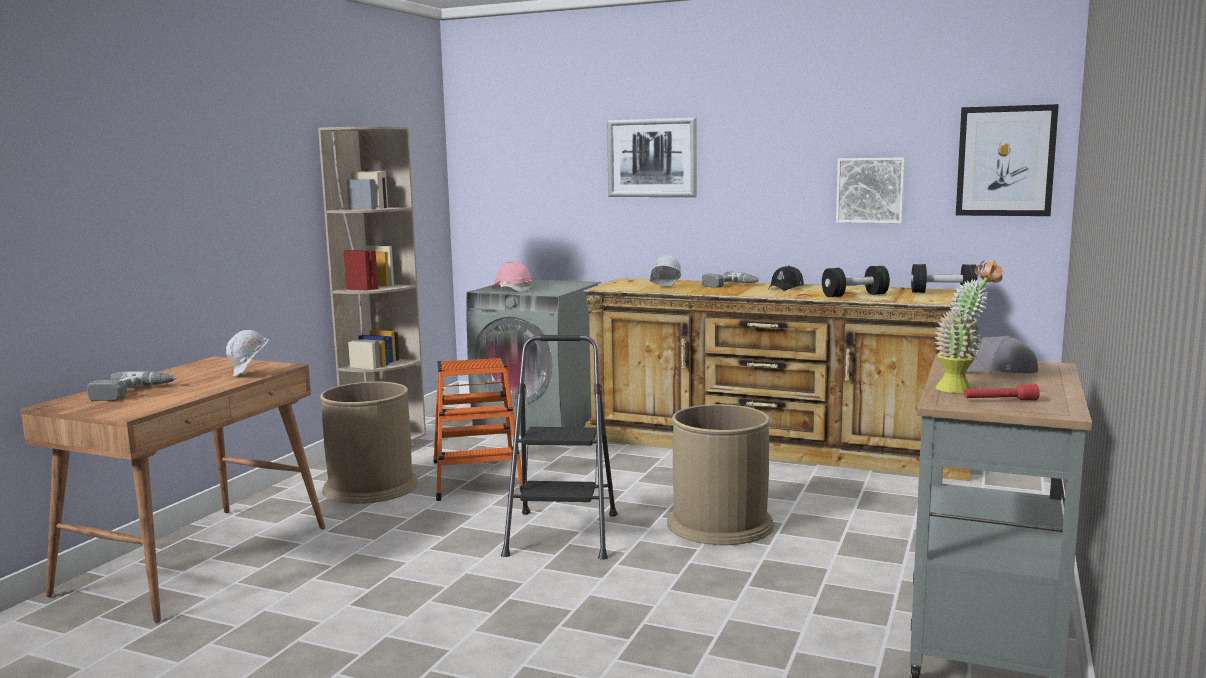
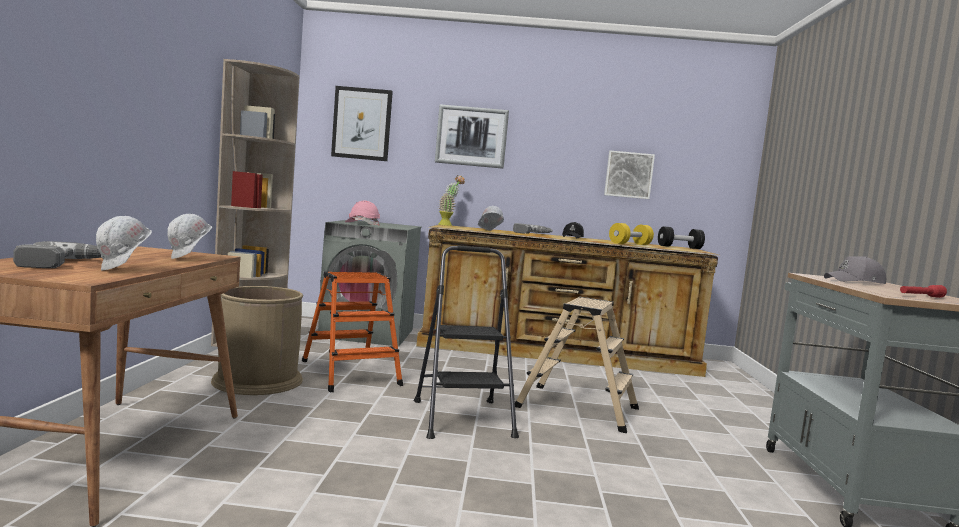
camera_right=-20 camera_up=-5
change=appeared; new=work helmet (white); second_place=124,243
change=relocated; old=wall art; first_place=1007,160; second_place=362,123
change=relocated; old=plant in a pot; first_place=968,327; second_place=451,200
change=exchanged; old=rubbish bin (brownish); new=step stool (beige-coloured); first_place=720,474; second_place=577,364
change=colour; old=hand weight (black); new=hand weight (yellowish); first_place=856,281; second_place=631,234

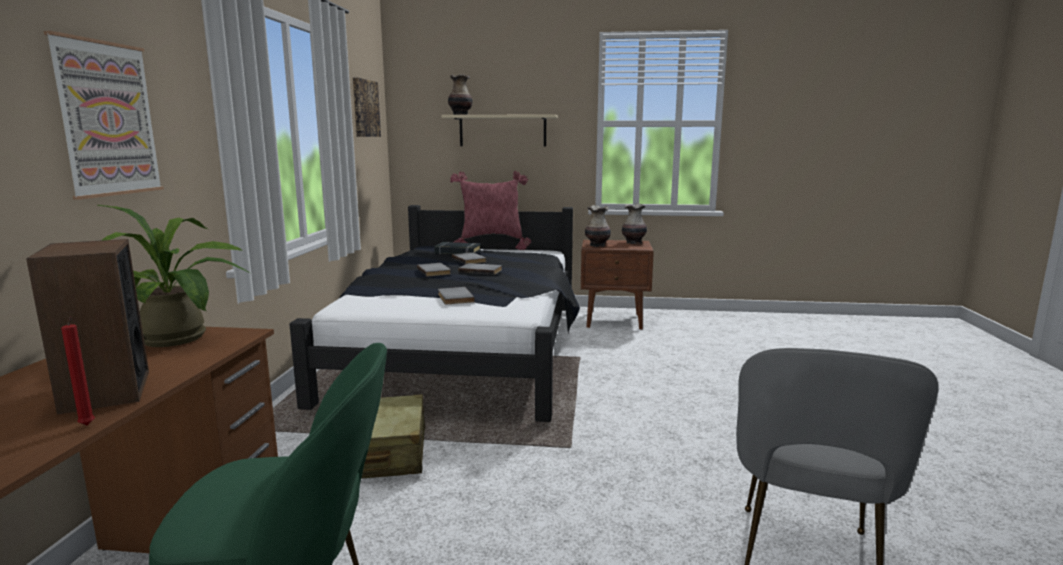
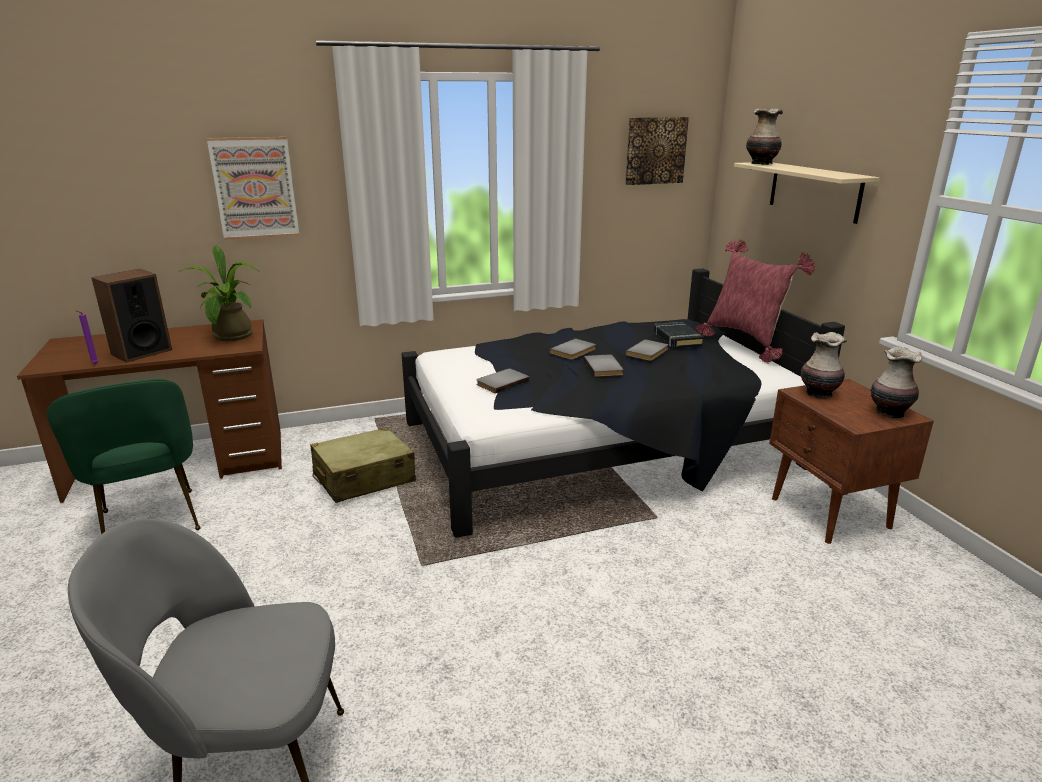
camera_right=65 camera_up=10
change=colour; old=candle (red-coloured); new=candle (purple-coloured); first_place=78,371; second_place=88,337

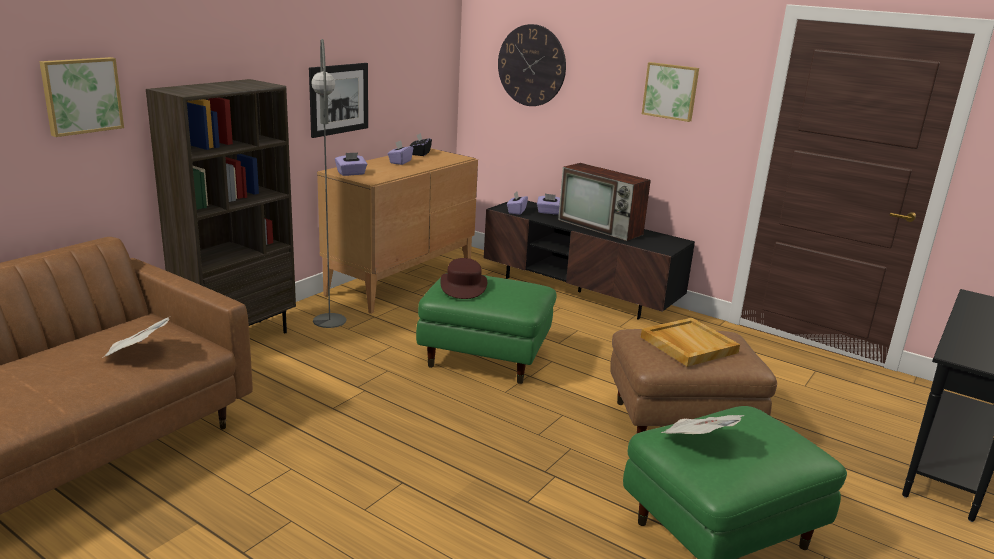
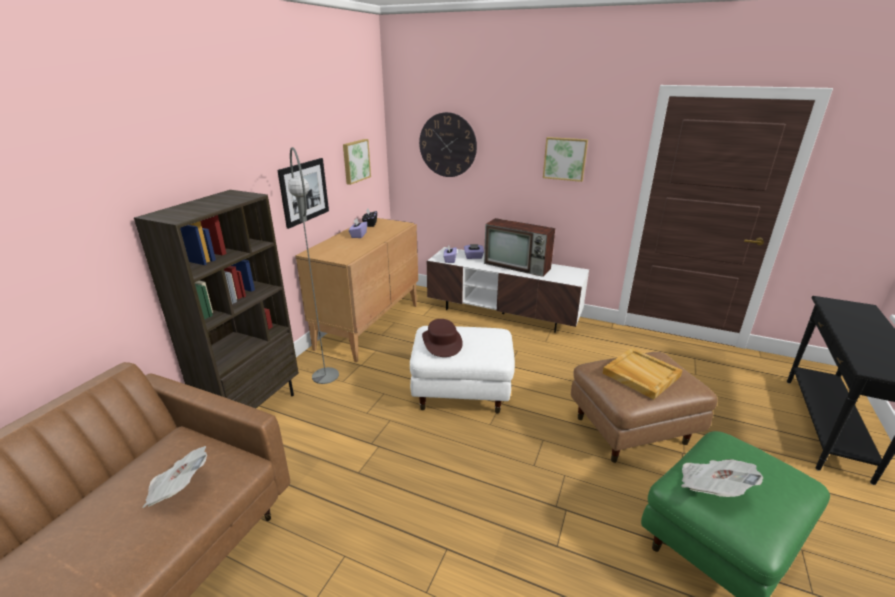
camera_right=-10 camera_up=5
change=relocated; old=wall art; first_place=81,97; second_place=357,162
change=colour; old=footrest (green); new=footrest (white); first_place=486,329; second_place=462,370
change=colour; old=tv unit (black); new=tv unit (white); first_place=589,260; second_place=508,290
change=missing; old=box of tissues (purple-coloured); first_place=351,164

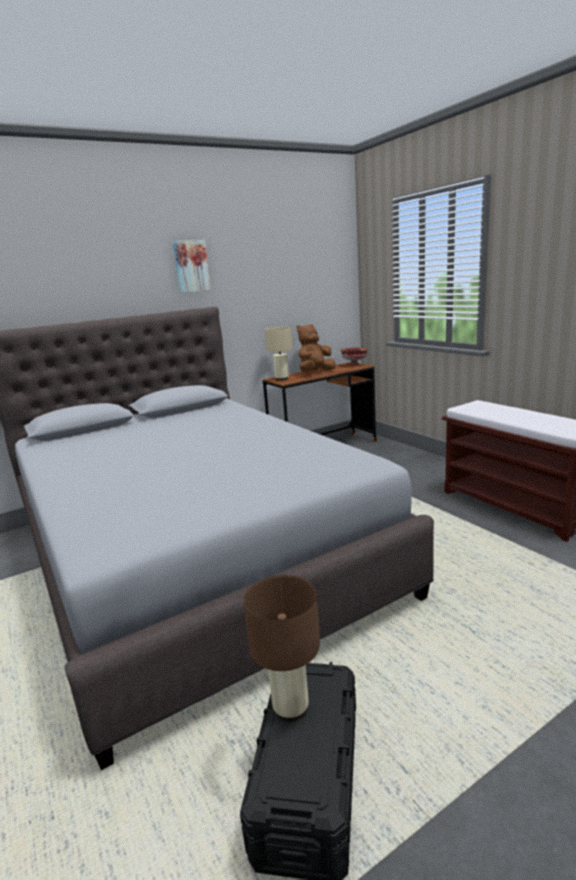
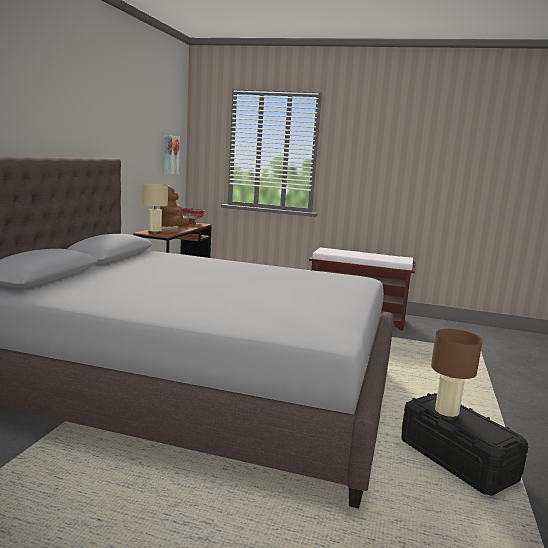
camera_right=-45 camera_up=-5
change=relocated; old=wall art; first_place=192,266; second_place=172,154

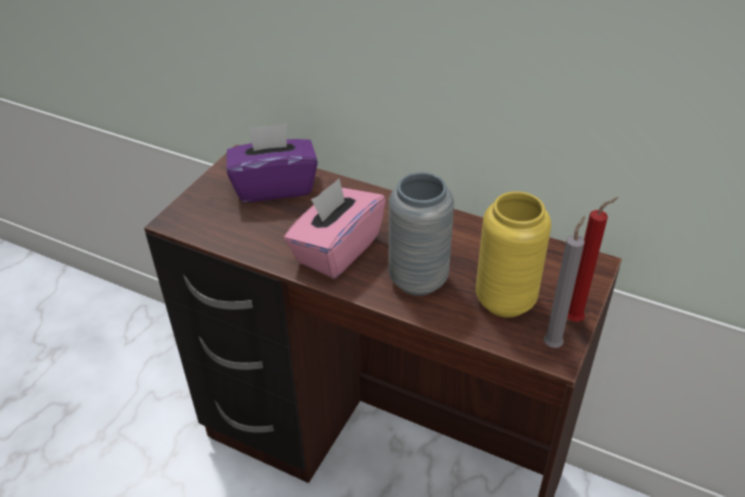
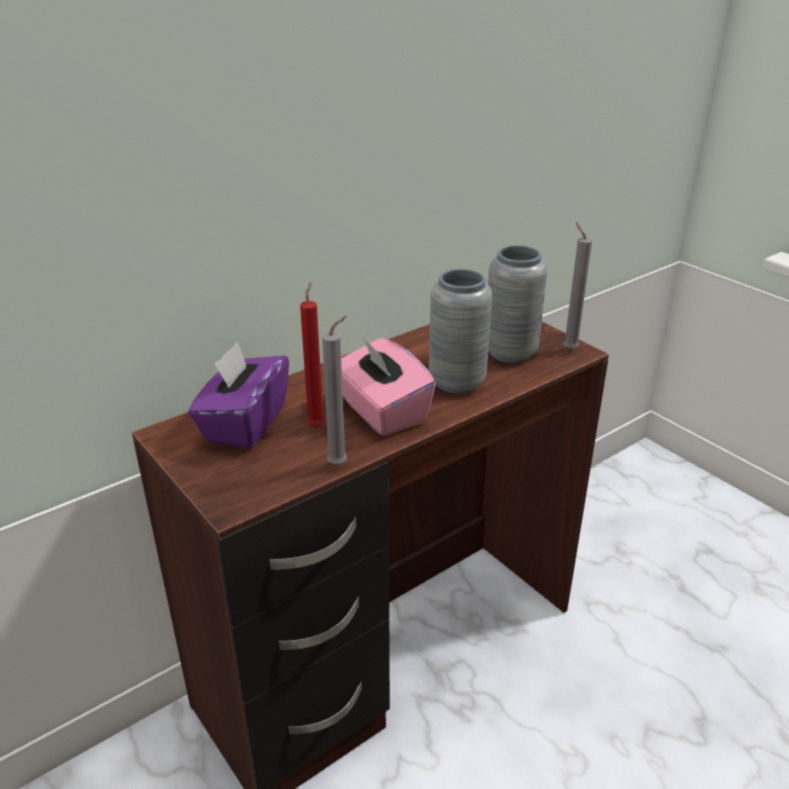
camera_right=-65 camera_up=-10
change=relocated; old=candle (red-coloured); first_place=592,259; second_place=312,354
change=appeared; new=candle (greyish); second_place=334,390
change=colour; old=flower vase (yellowish); new=flower vase (greyish); first_place=513,254; second_place=517,304

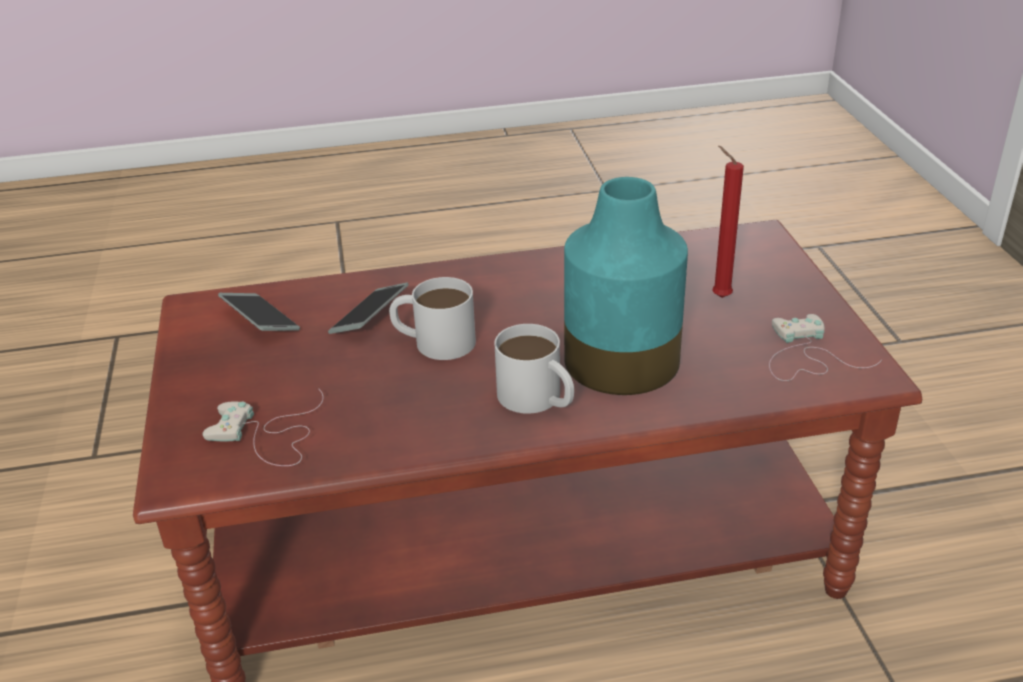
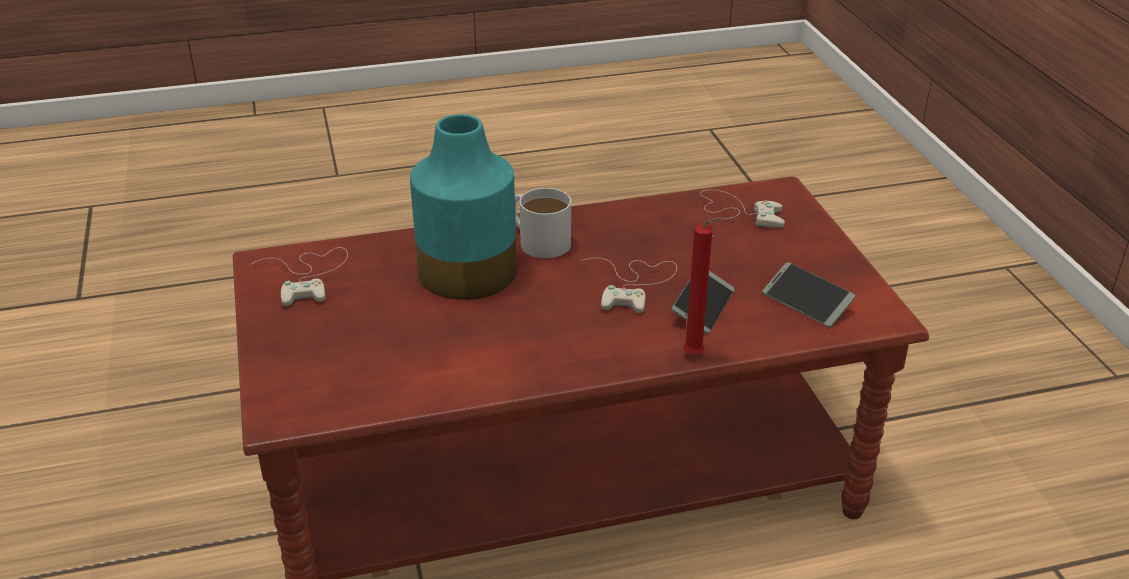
camera_right=175 camera_up=0
change=exchanged; old=mug (white); new=game controller (white); first_place=432,318; second_place=629,285
change=relocated; old=candle (red-coloured); first_place=728,222; second_place=703,286

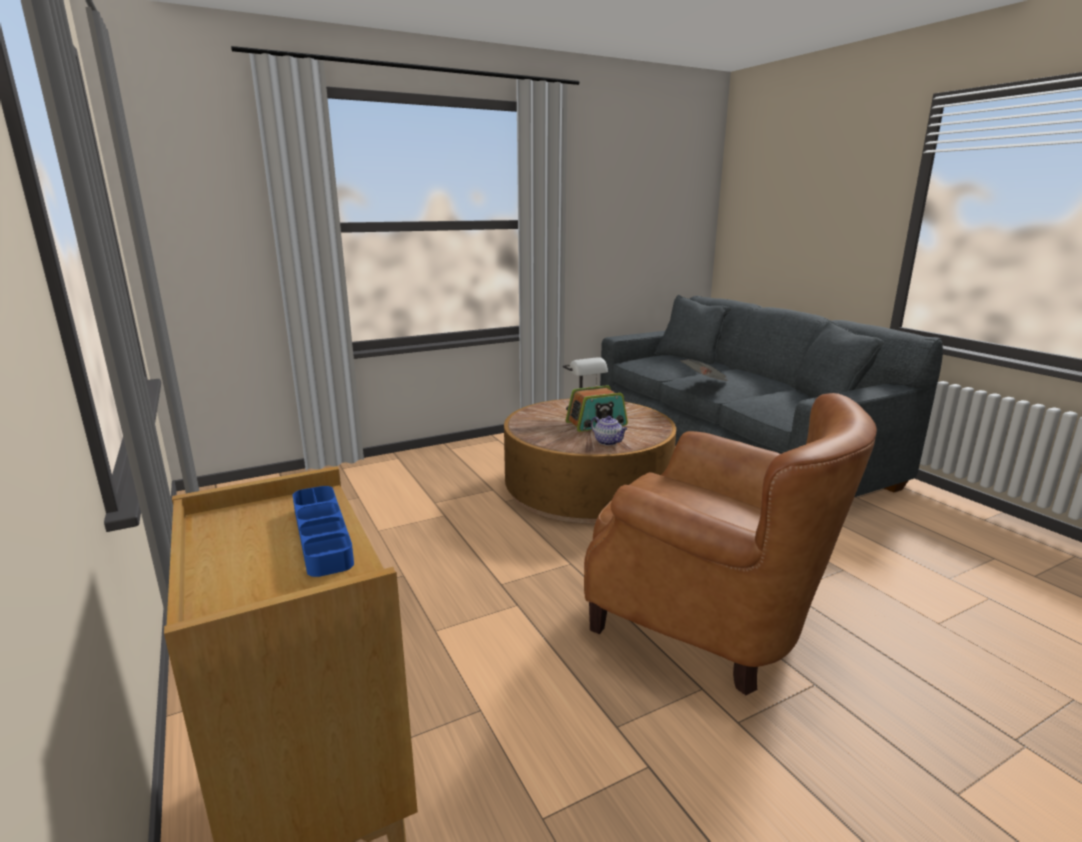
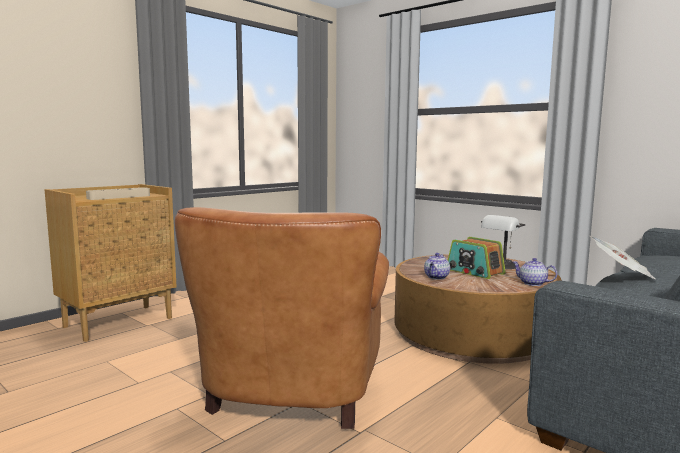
camera_right=70 camera_up=-10
change=colour; old=serving tray (bluish); new=serving tray (beige-coloured); first_place=323,531; second_place=118,193
change=appeared; new=tea pot; second_place=535,272

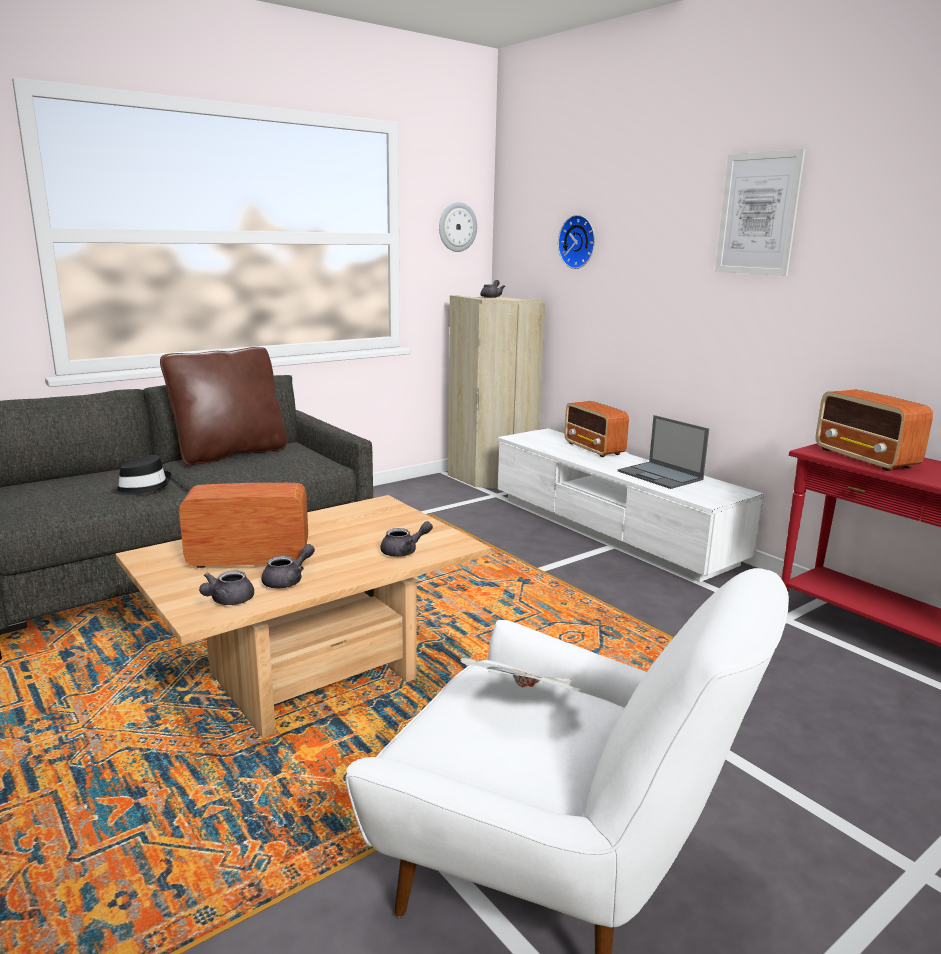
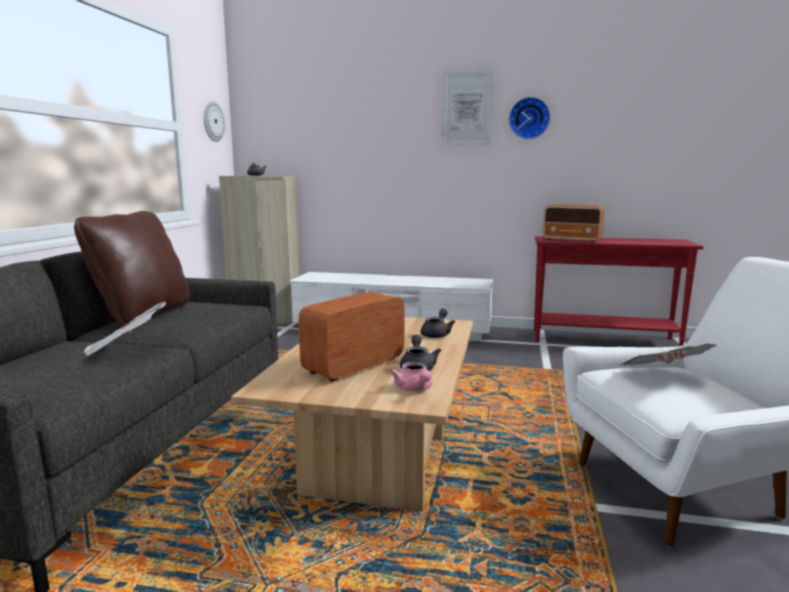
camera_right=-40 camera_up=-5
change=exchanged; old=hat (black); new=daily paper; first_place=141,475; second_place=125,329
change=colour; old=tea pot (greyish); new=tea pot (pinkish); first_place=226,588; second_place=411,376
change=relocated; old=hanging clock; first_place=576,242; second_place=530,118
change=missing; old=radio set; first_place=597,429
change=missing; old=portable computer; first_place=663,452

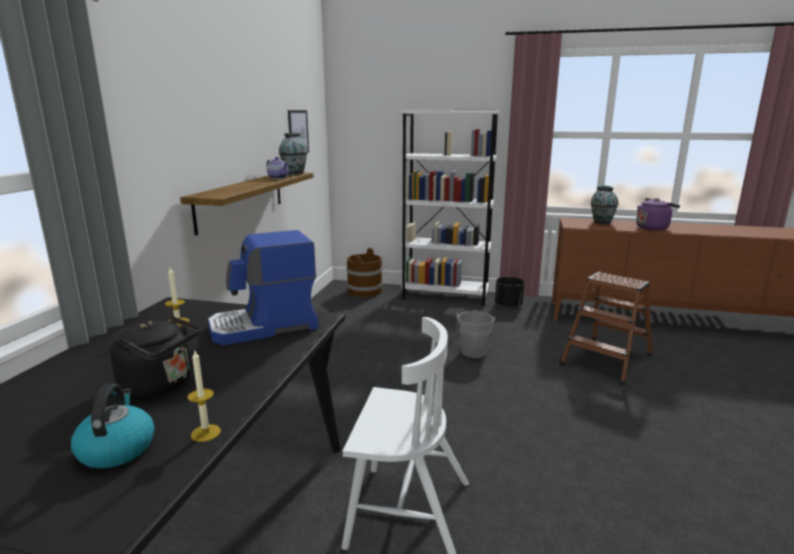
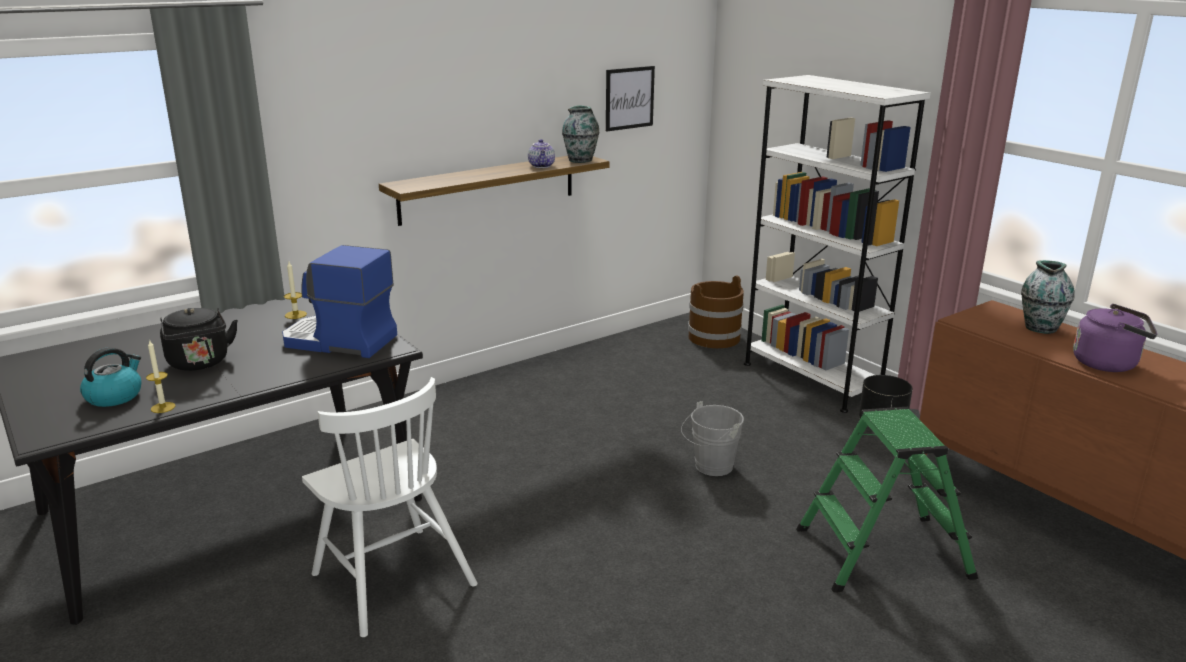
camera_right=40 camera_up=5
change=colour; old=step stool (brownish); new=step stool (green); first_place=606,329; second_place=887,500

